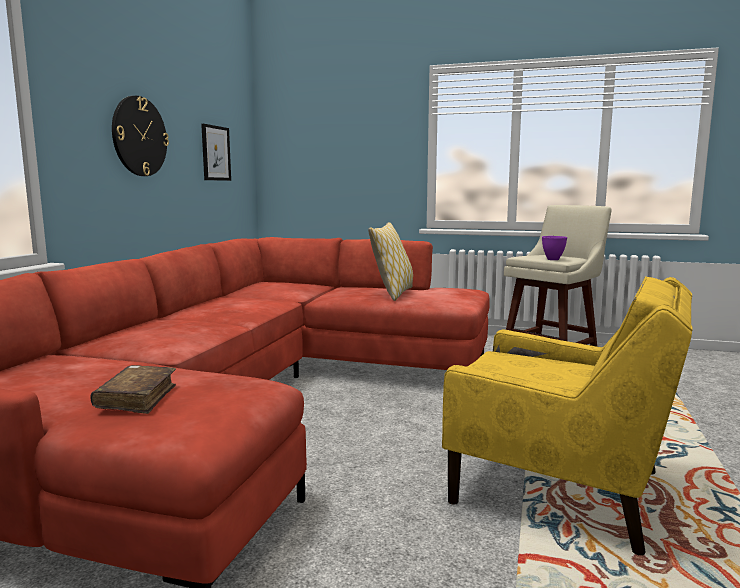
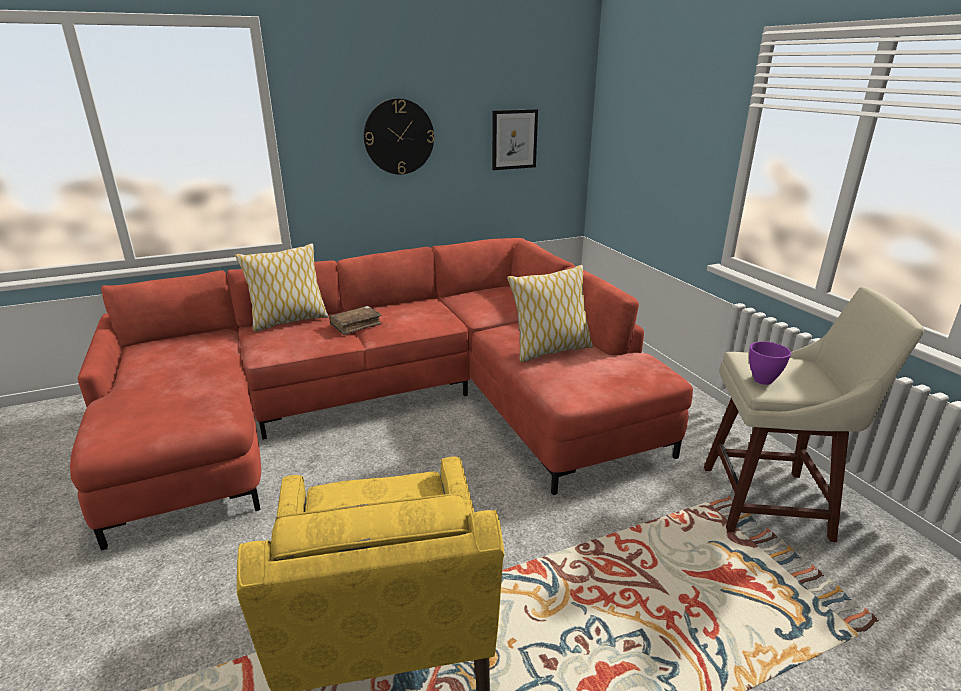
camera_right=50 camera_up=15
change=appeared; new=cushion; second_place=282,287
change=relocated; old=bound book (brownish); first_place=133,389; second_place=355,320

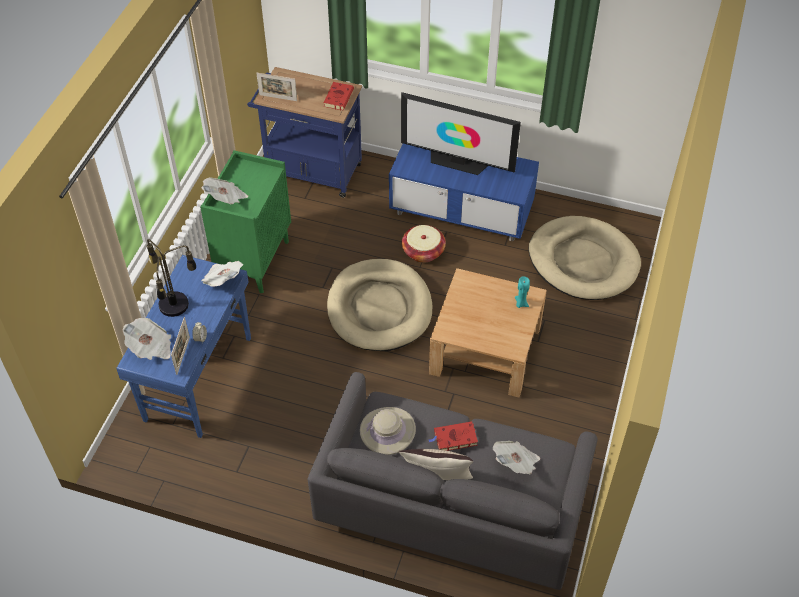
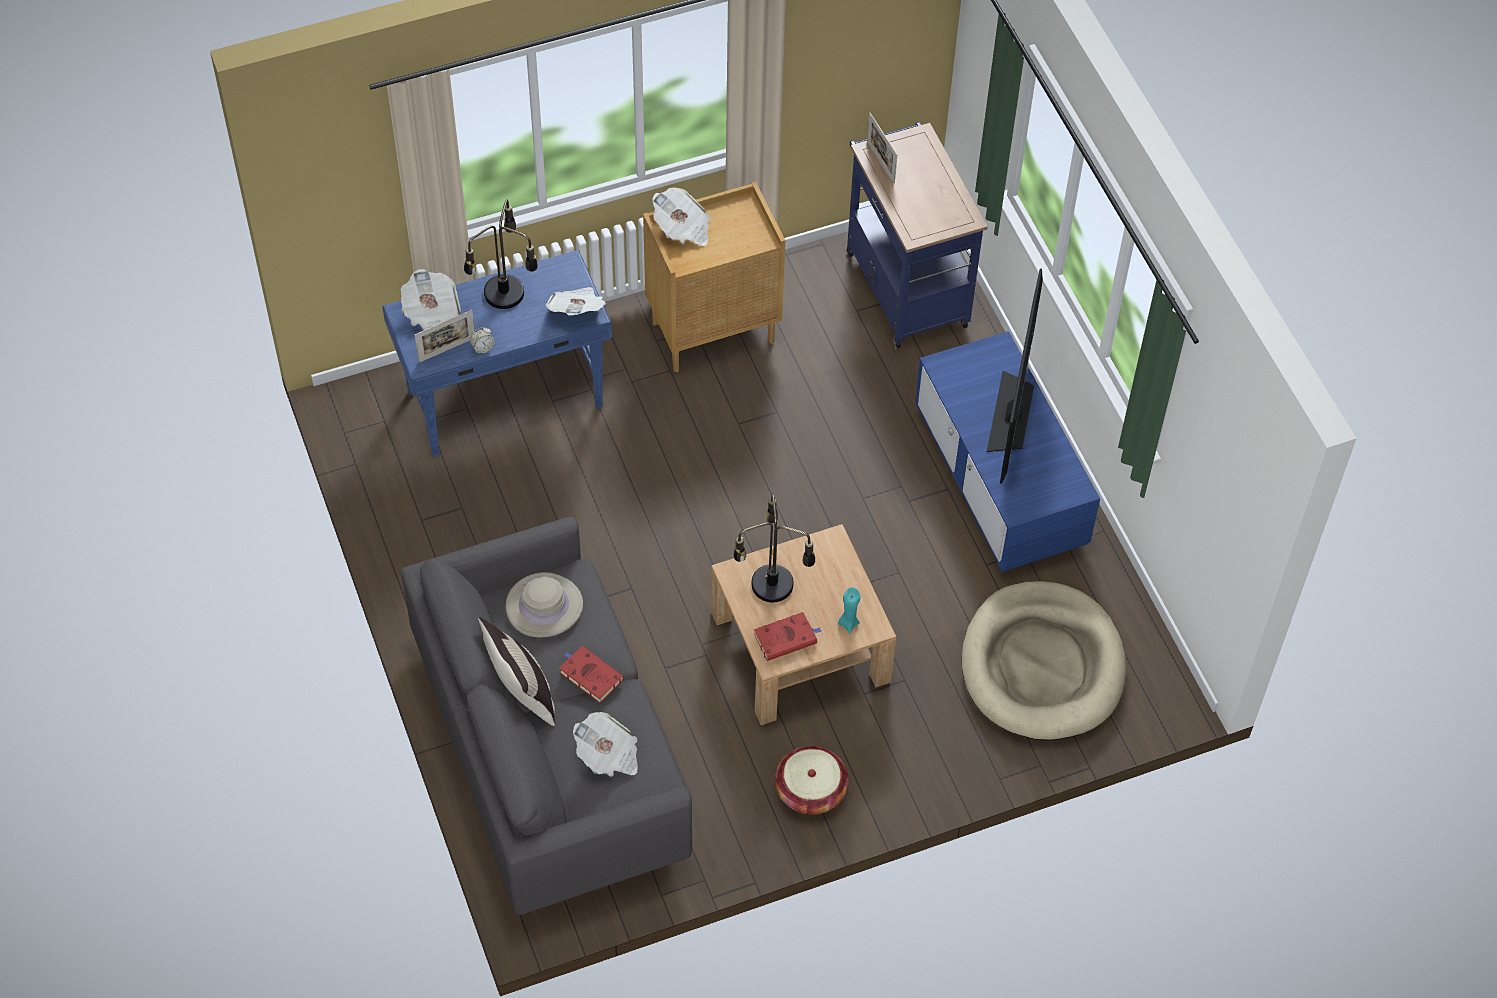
camera_right=50 camera_up=5
change=colour; old=storage cabinet (green); new=storage cabinet (brownish); first_place=245,221; second_place=714,277
change=appeared; new=tabletop lamp; second_place=774,547
change=relocated; old=bound book (red-coloured); first_place=339,96; second_place=787,636
change=relocated; old=basket; first_place=424,244; second_place=812,780
change=spun; old=TV set; first_place=461,133; second_place=1015,376; degrees=-150
change=missing; old=pet bed (beige-coloured); first_place=379,305

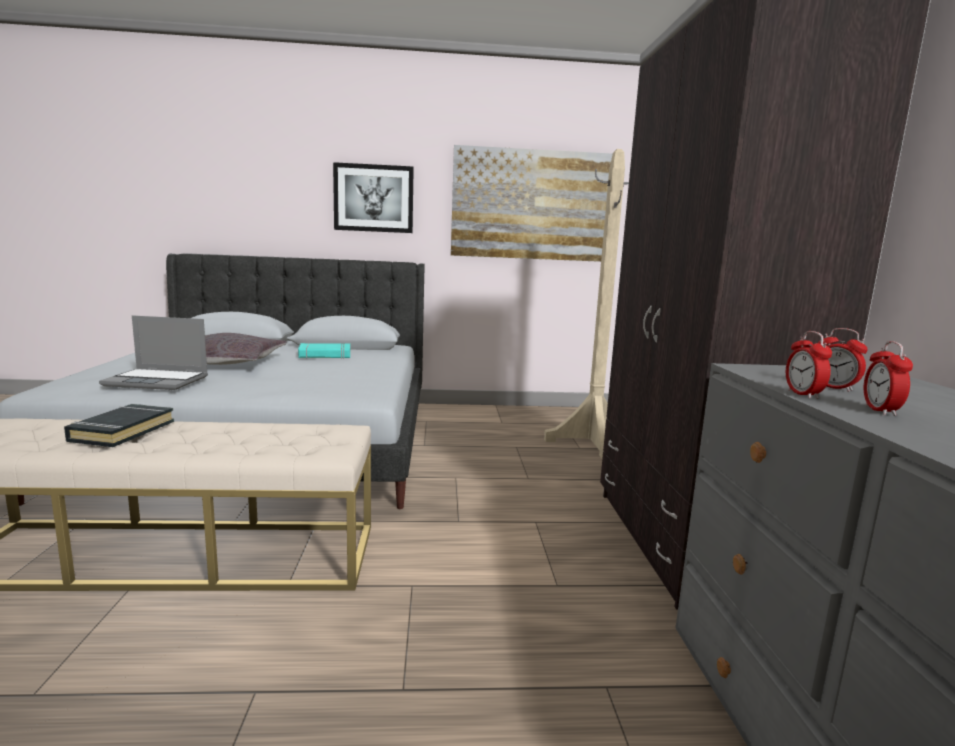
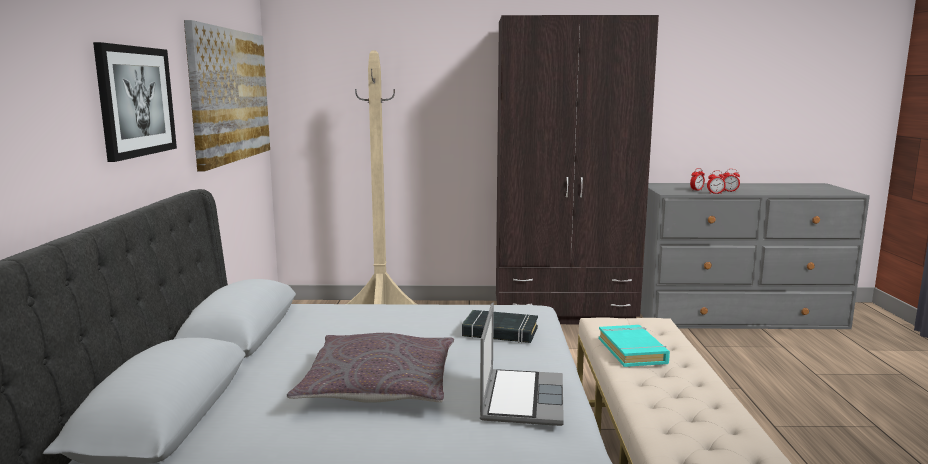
camera_right=-85 camera_up=0
change=relocated; old=bound book (black); first_place=119,425; second_place=500,326
change=relocated; old=bound book (blue-green); first_place=324,351; second_place=634,346

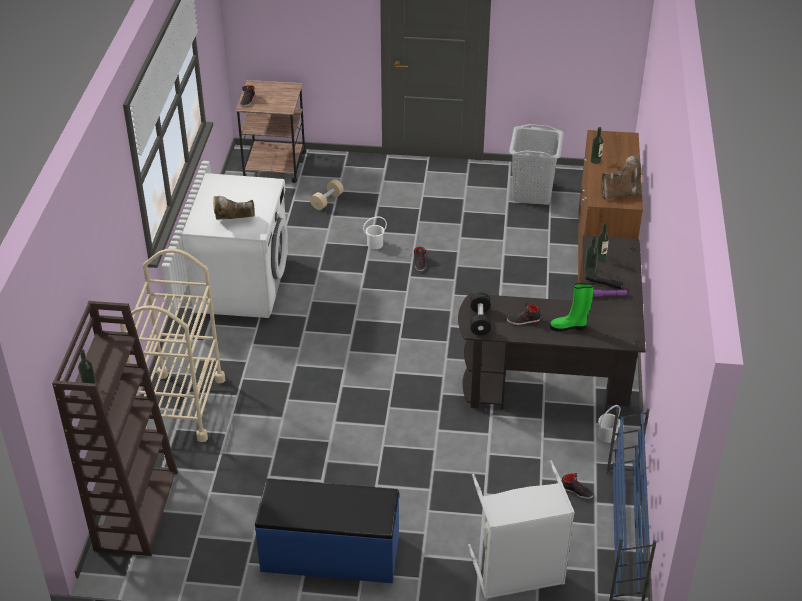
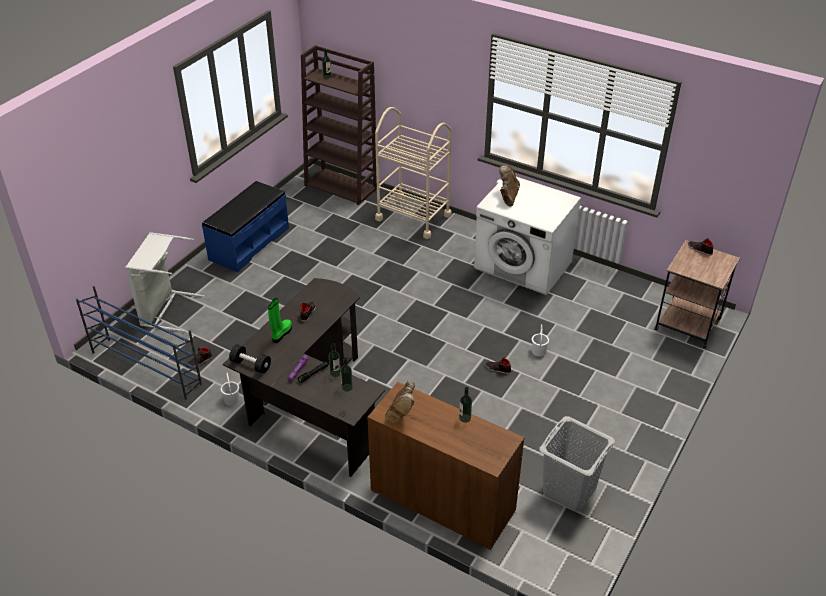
camera_right=115 camera_up=0
change=relocated; old=hand weight (black); first_place=480,313; second_place=250,359
change=missing; old=hand weight (beige-coloured); first_place=327,194

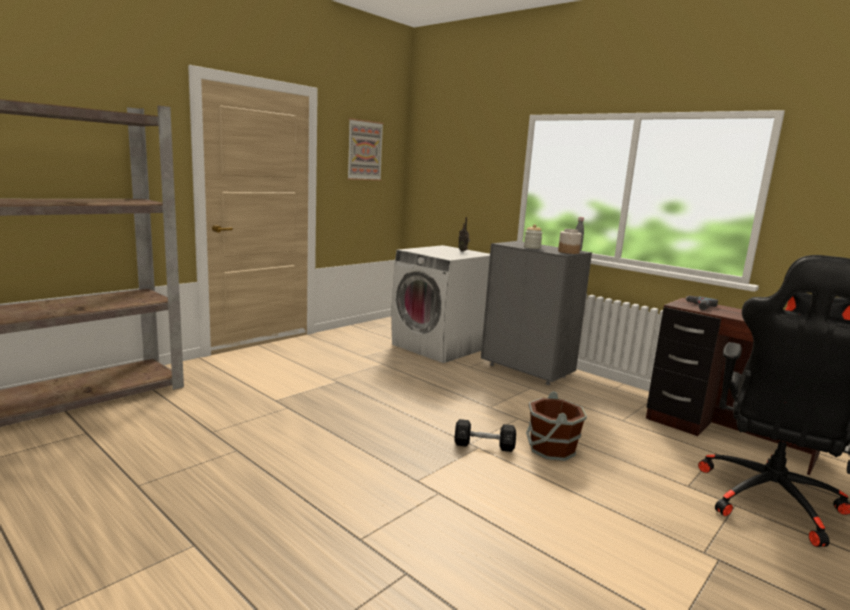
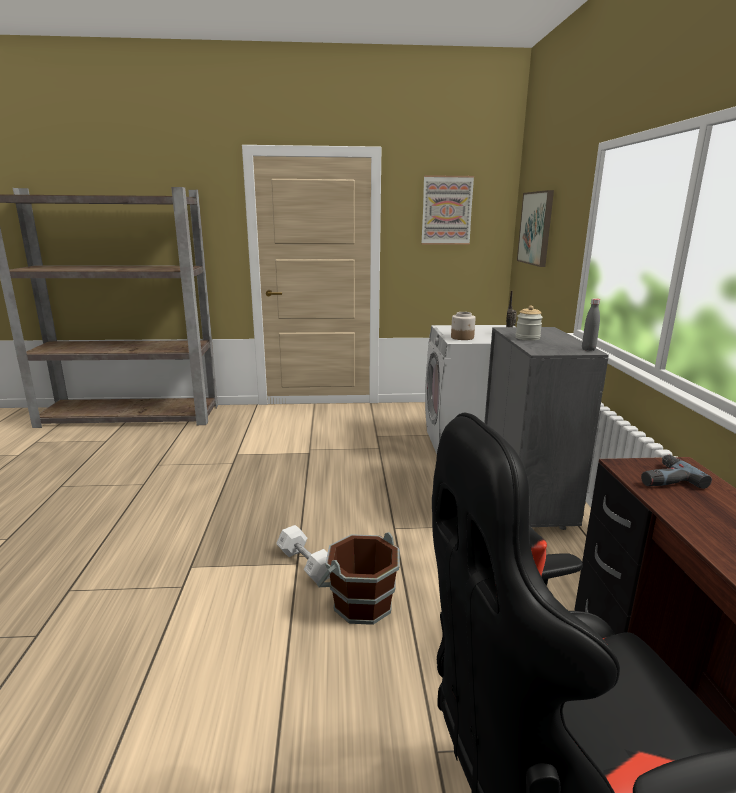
camera_right=45 camera_up=5
change=colour; old=hand weight (black); new=hand weight (white); first_place=485,435; second_place=303,554
change=relocated; old=storage jar; first_place=570,241; second_place=463,326
change=appeared; new=wall art; second_place=535,228

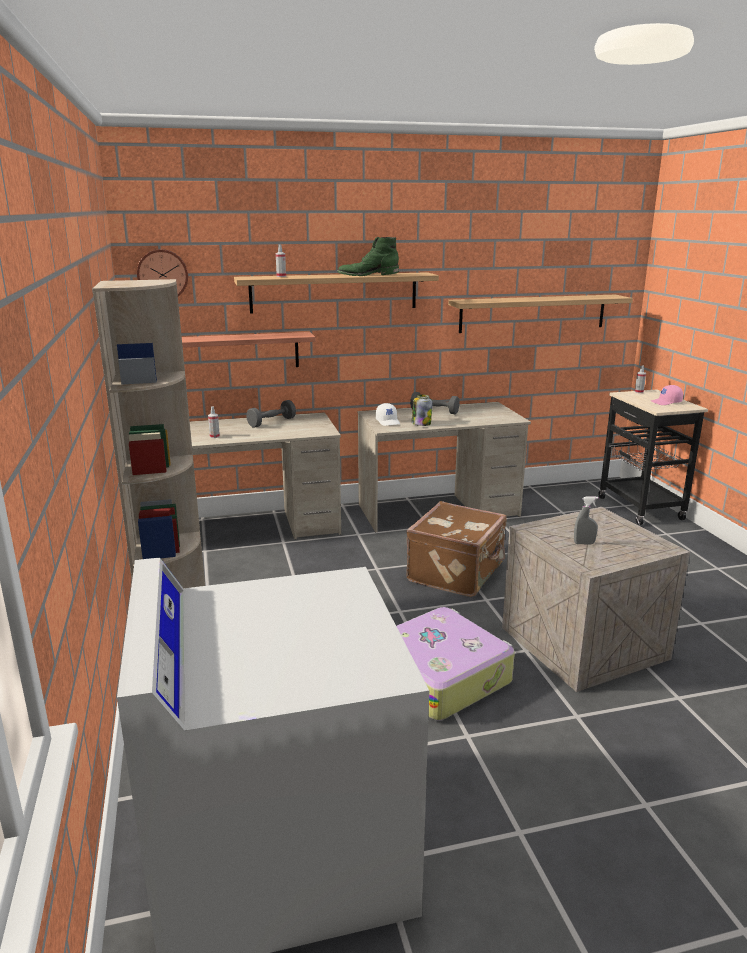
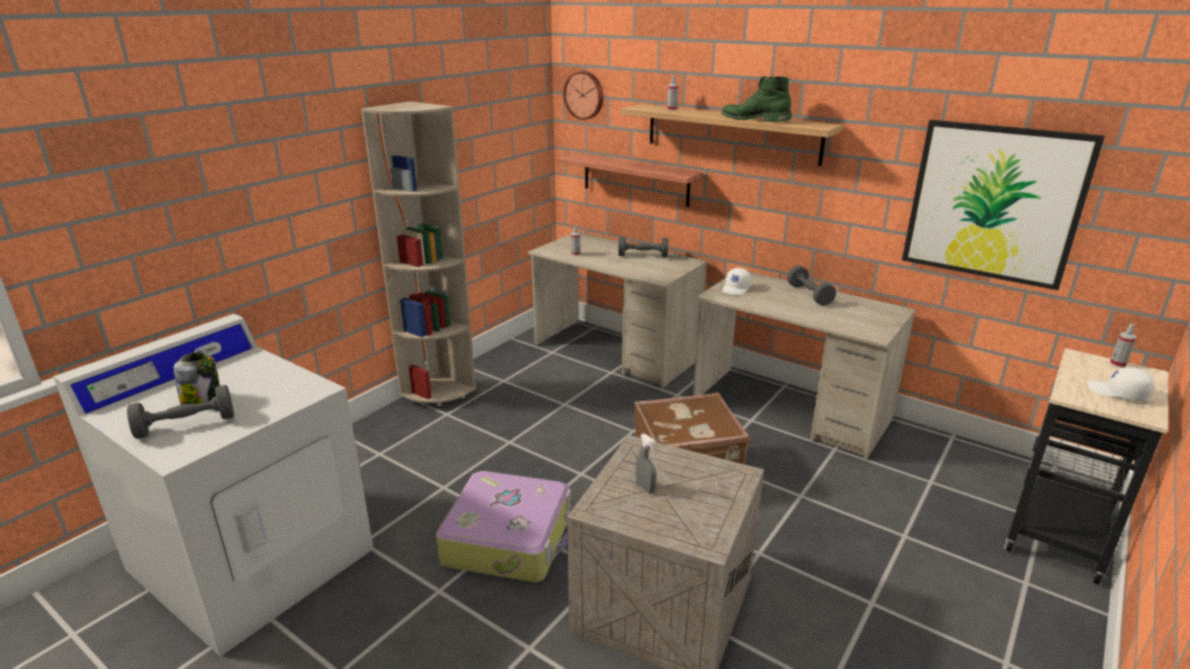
camera_right=50 camera_up=5
change=appeared; new=hand weight (greyish); second_place=180,412
change=relocated; old=storage jar; first_place=422,410; second_place=197,379
change=exchanged; old=bracket shelf; new=wall art; first_place=540,314; second_place=1003,205
change=colour; old=baseball cap (pinkish); new=baseball cap (white); first_place=667,395; second_place=1120,384

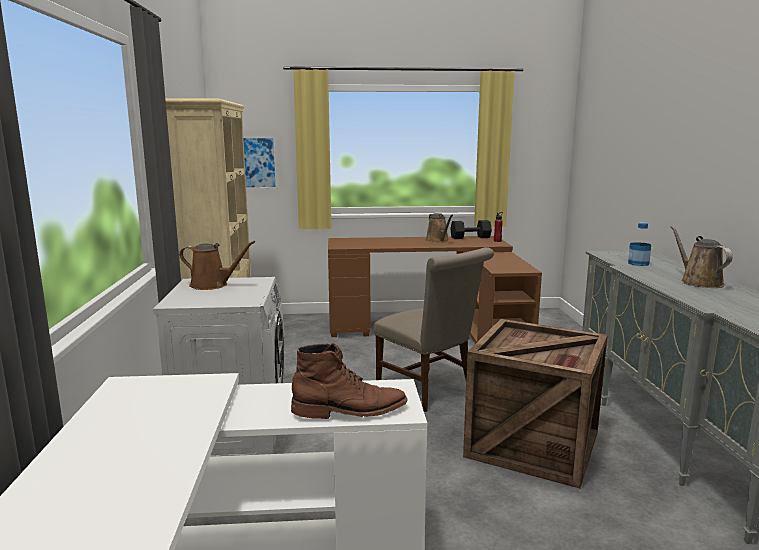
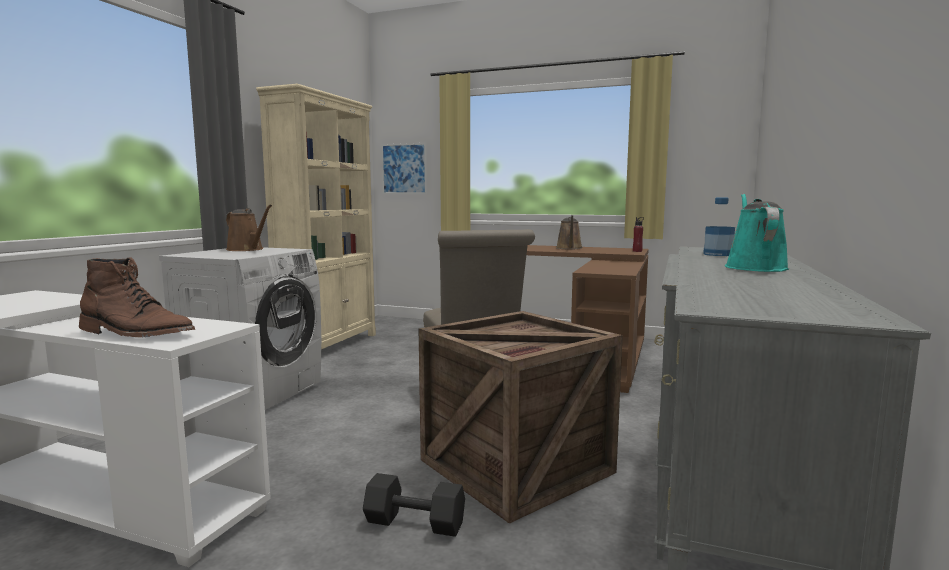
camera_right=25 camera_up=-5
change=relocated; old=hand weight (black); first_place=471,229; second_place=414,505
change=colour; old=watering pot (brownish); new=watering pot (blue-green); first_place=701,257; second_place=757,233

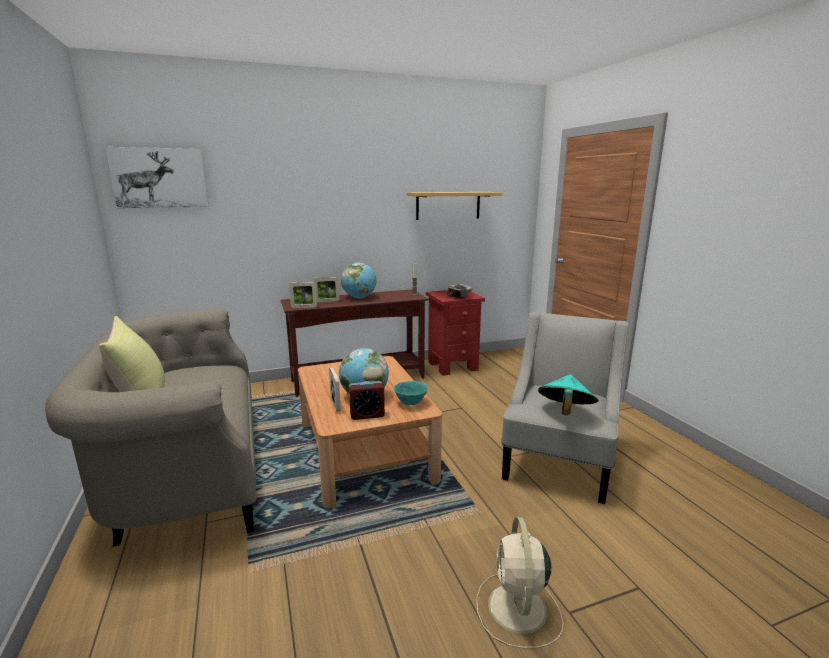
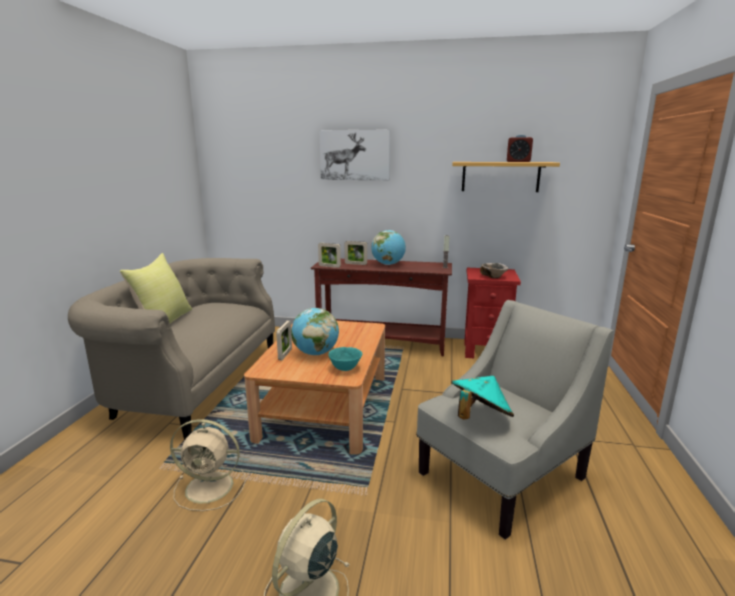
camera_right=30 camera_up=0
change=appeared; new=fan (beige-coloured); second_place=207,465
change=relocated; old=wall art; first_place=157,177; second_place=354,154
change=relocated; old=alarm clock; first_place=367,400; second_place=520,148

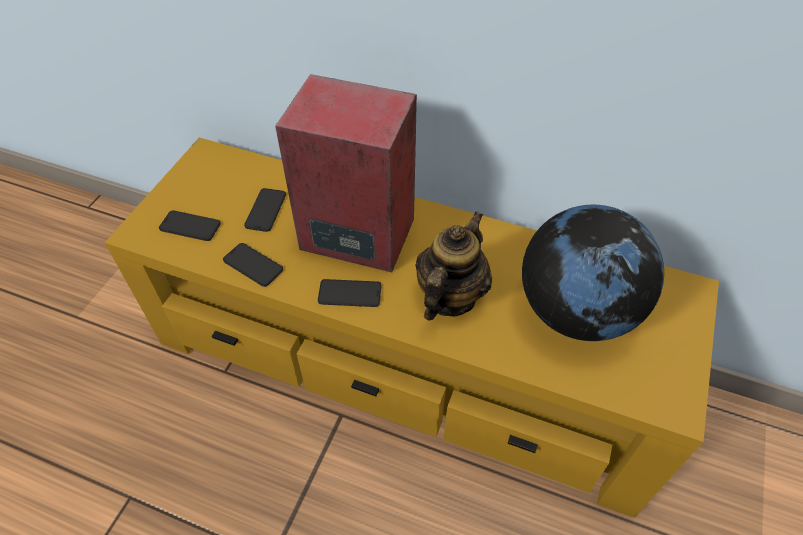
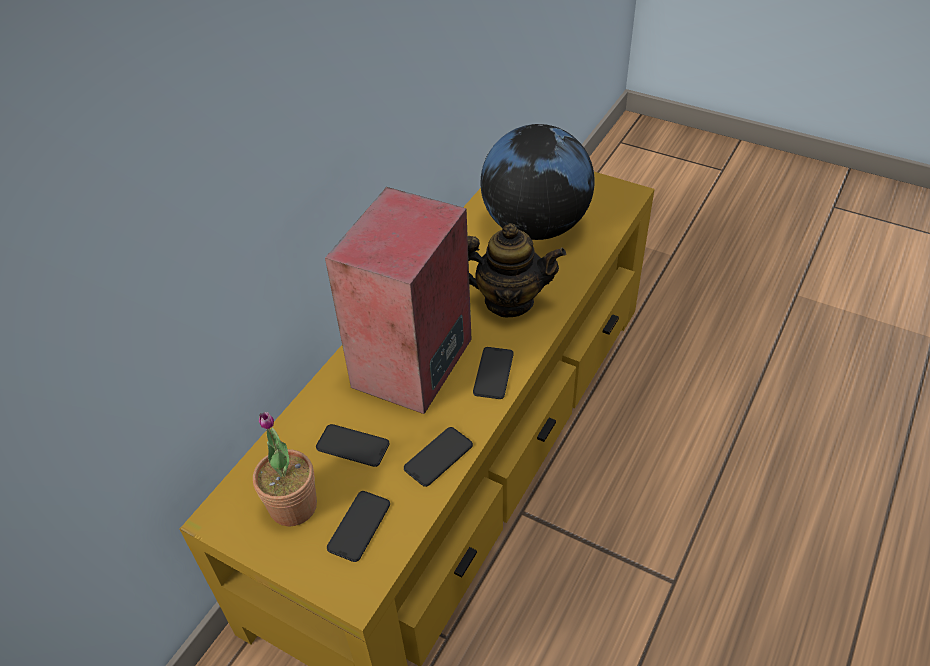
camera_right=-80 camera_up=-5
change=appeared; new=plant in a pot; second_place=285,469
change=spun; old=tea pot; first_place=453,266; second_place=517,270; degrees=150

